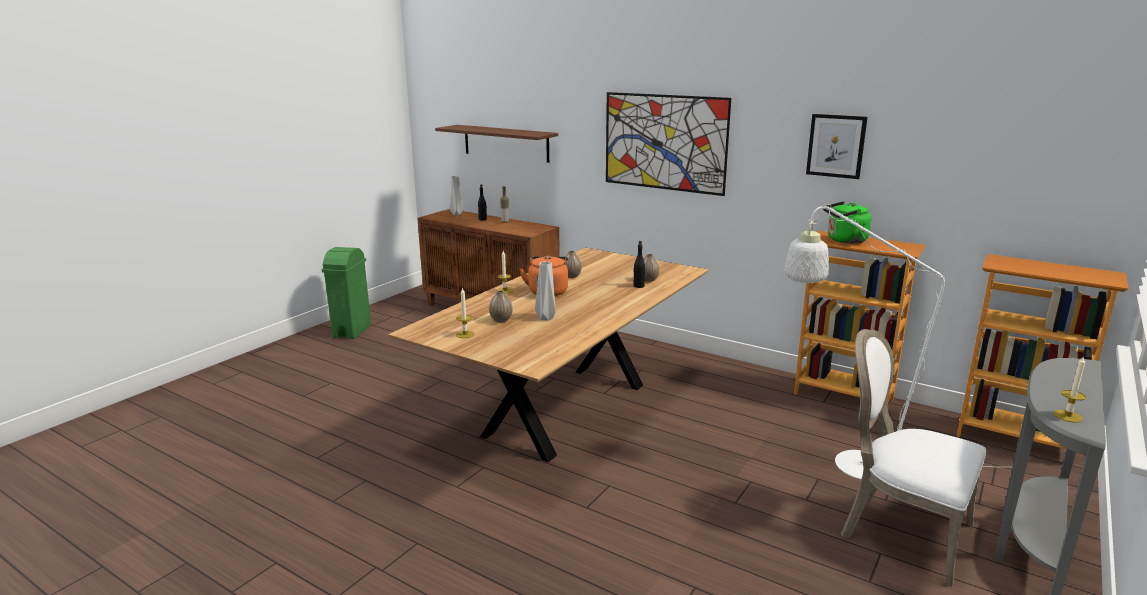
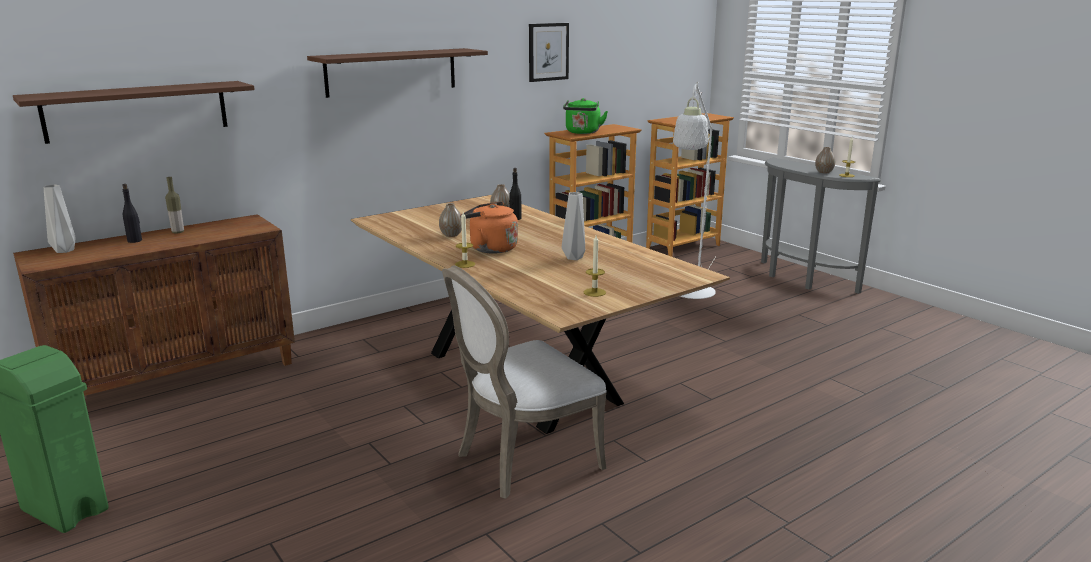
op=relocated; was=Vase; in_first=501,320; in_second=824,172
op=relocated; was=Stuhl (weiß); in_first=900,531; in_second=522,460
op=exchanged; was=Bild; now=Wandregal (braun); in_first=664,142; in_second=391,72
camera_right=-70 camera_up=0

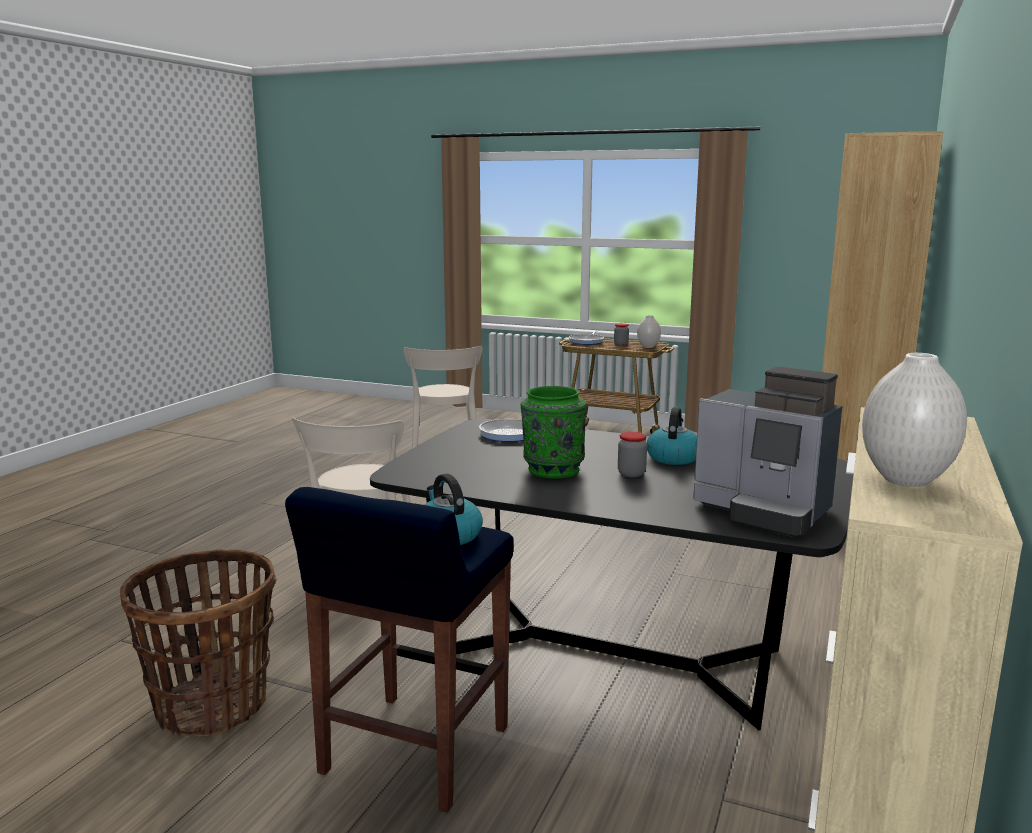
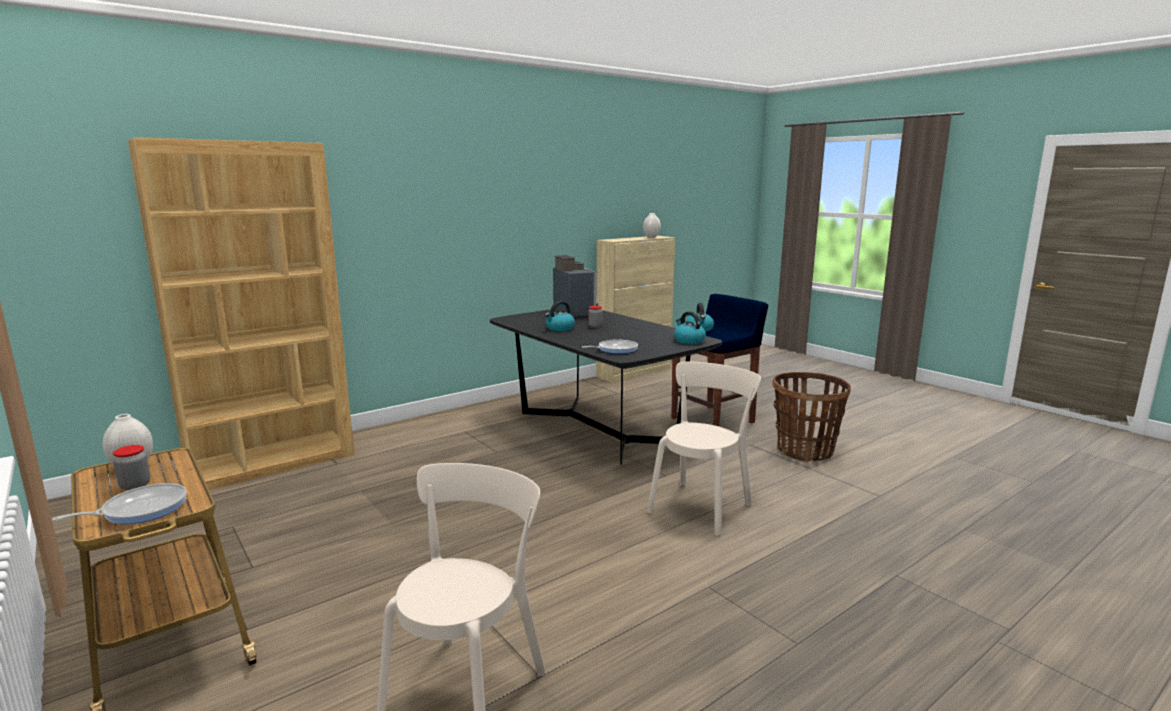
op=missing; was=Vase (grün); in_first=552,470
op=appeared; now=Wasserkessel; in_second=688,341
camera_right=-150 camera_up=0

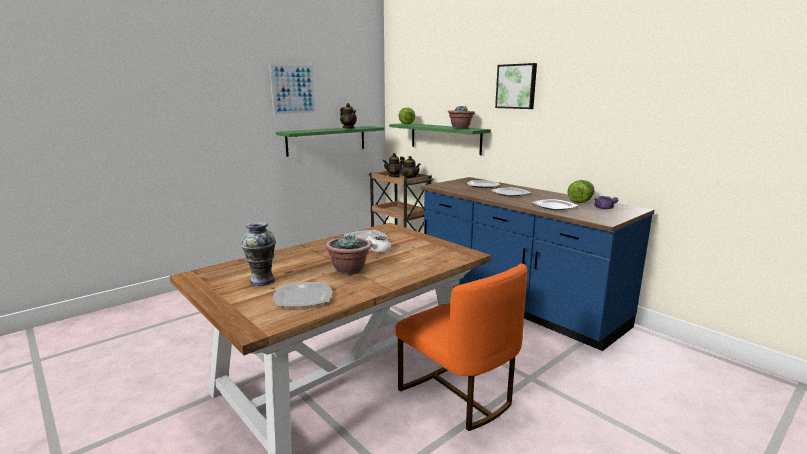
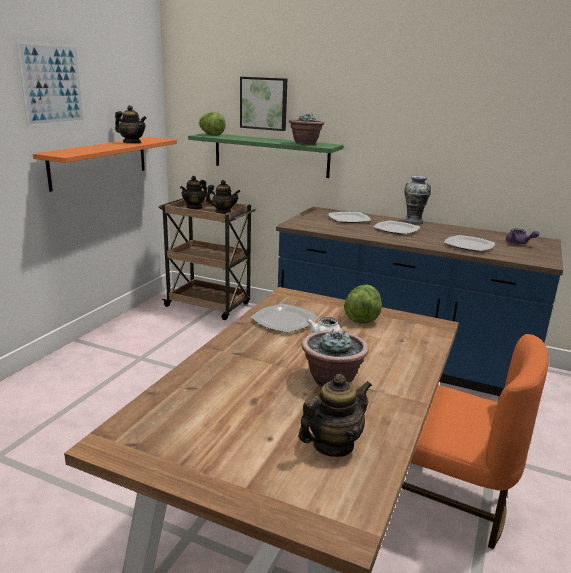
op=relocated; was=Vase; in_first=262,281; in_second=413,222
op=relocated; was=Bild; in_first=516,86; in_second=264,103
op=relocated; was=Salatkopf; in_first=581,201; in_second=362,317
op=exchanged; was=Teller; now=Teekanne; in_first=302,297; in_second=333,445
op=colour; was=Wandregal (grün); now=Wandregal (orange); in_first=326,140; in_second=99,162
camera_right=-25 camera_up=5

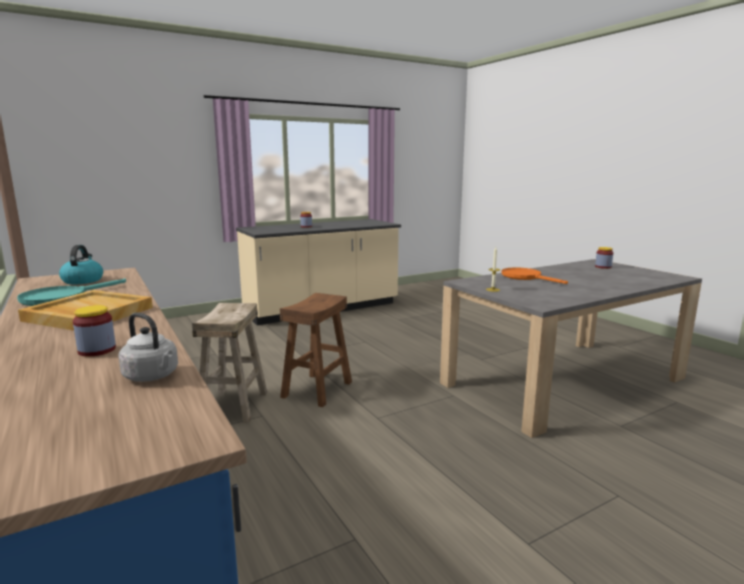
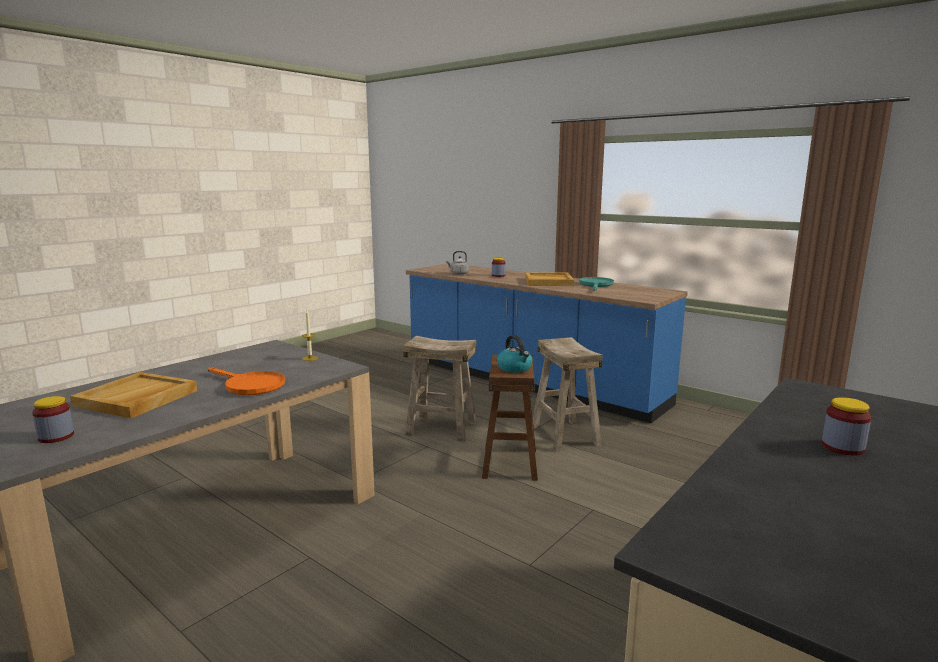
op=appeared; now=Tablett (beige); in_second=136,398
op=appeared; now=Hocker (beige); in_second=442,428
op=relocated; was=Wasserkessel; in_first=83,280; in_second=515,368
camera_right=160 camera_up=0

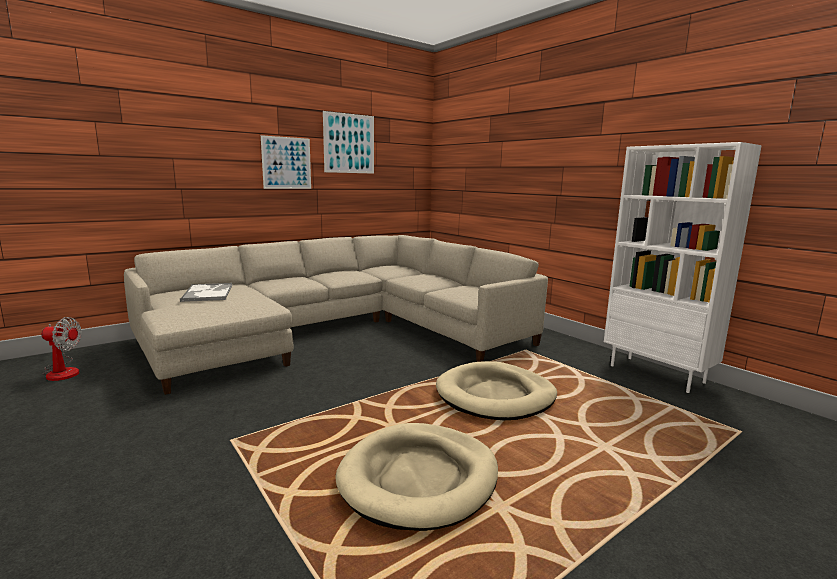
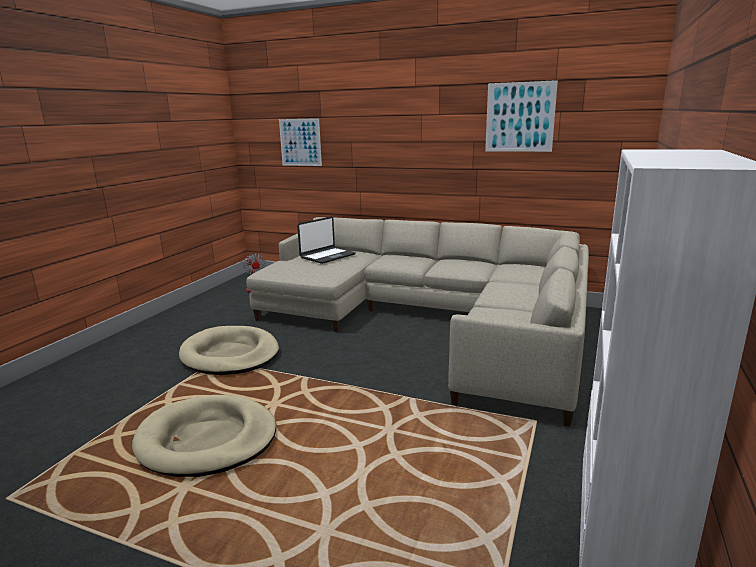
op=relocated; was=Bild; in_first=286,163; in_second=300,142
op=relocated; was=Hundebett (beige); in_first=495,395; in_second=230,355
op=exchanged; was=Tablett; now=Laptop; in_first=208,293; in_second=327,256
camera_right=60 camera_up=5

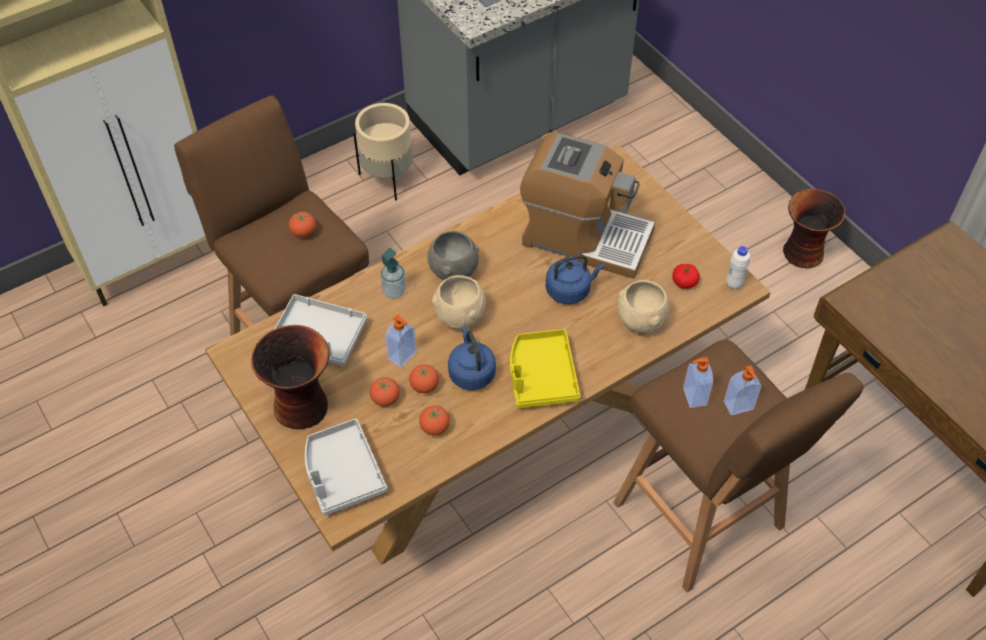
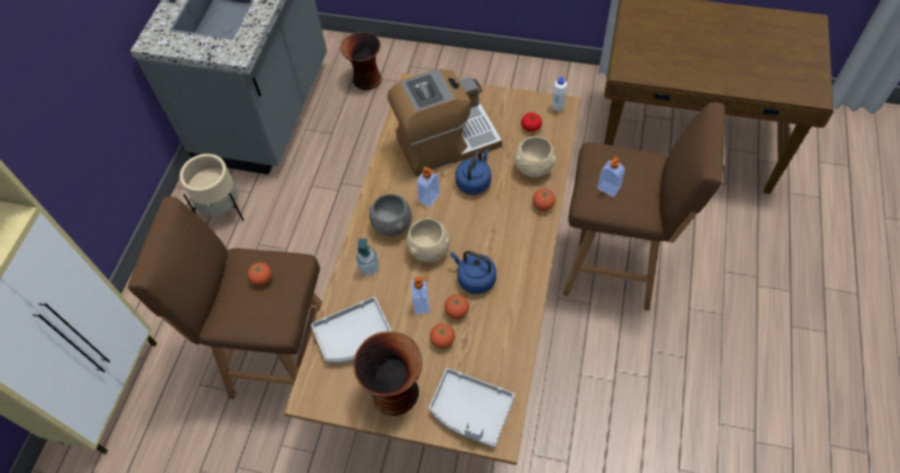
op=missing; was=Tablett (gelb); in_first=541,376
op=relocated; was=Tomate; in_first=435,427; in_second=543,205
op=relocated; was=Seifenspender; in_first=739,406; in_second=430,198
op=relocated; was=Vase; in_first=801,253; in_second=367,80
camera_right=-40 camera_up=5

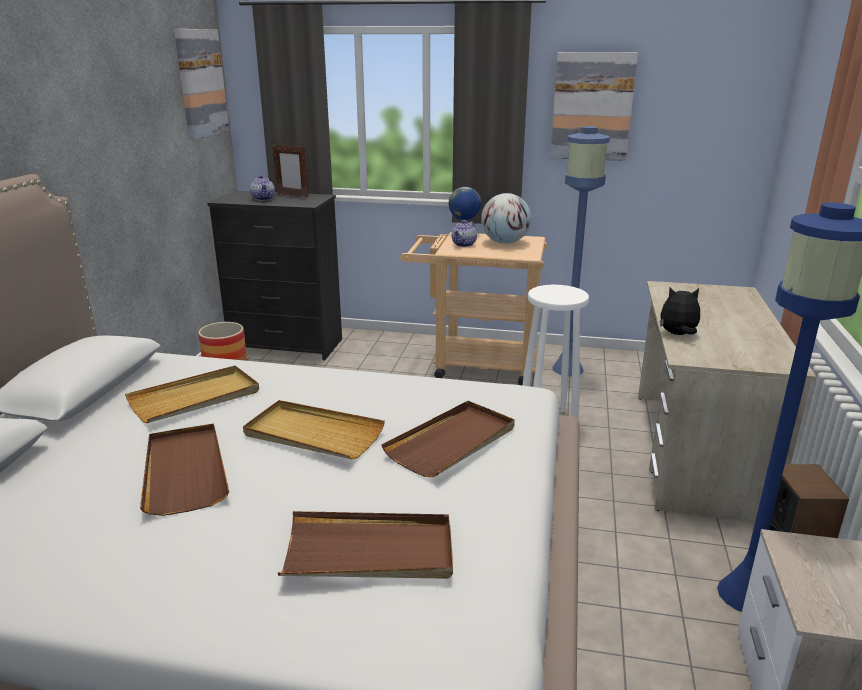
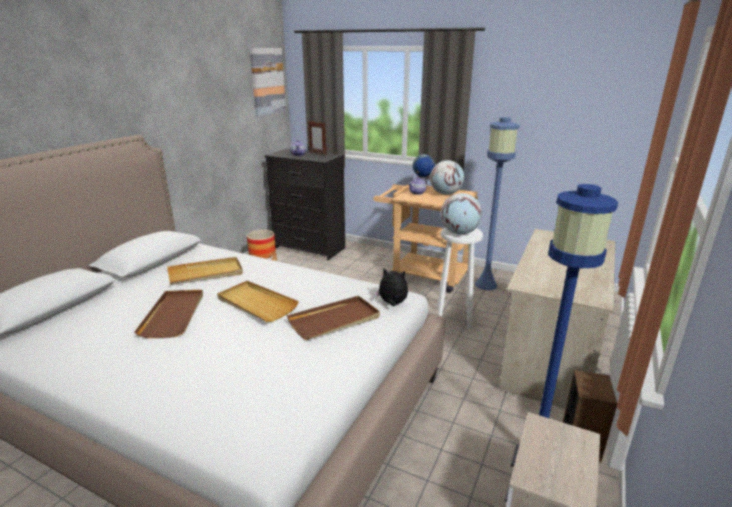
op=missing; was=Tablett (braun); in_first=369,552
op=missing; was=Bild; in_first=592,107
op=appeared; now=Globus; in_second=459,233
op=relocated; was=Plüschtier; in_first=678,334; in_second=392,304
camera_right=15 camera_up=0

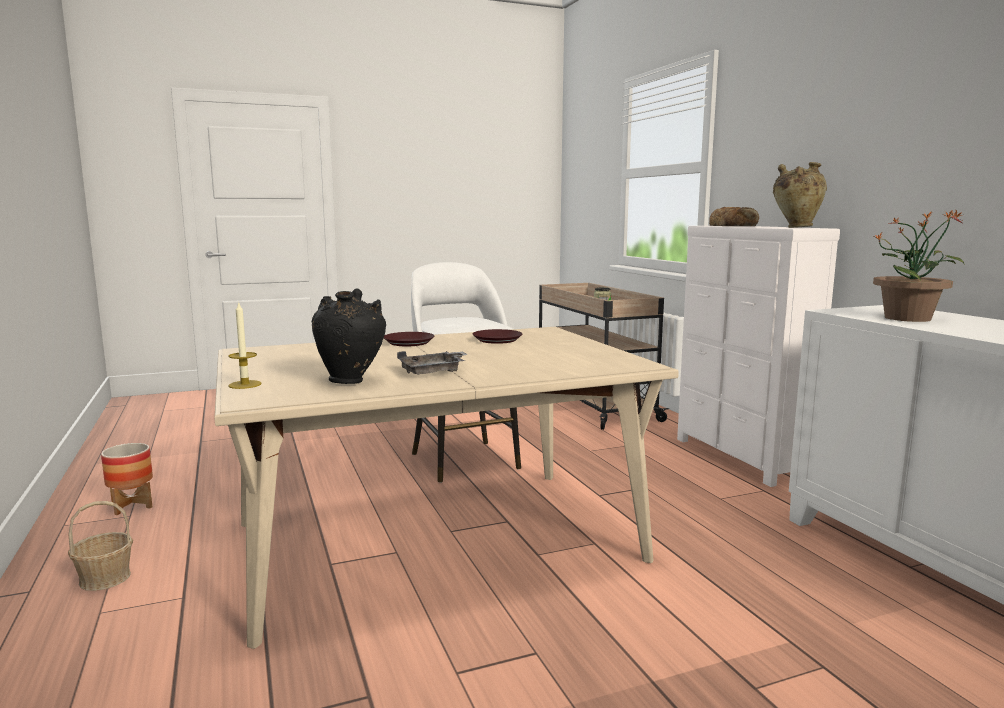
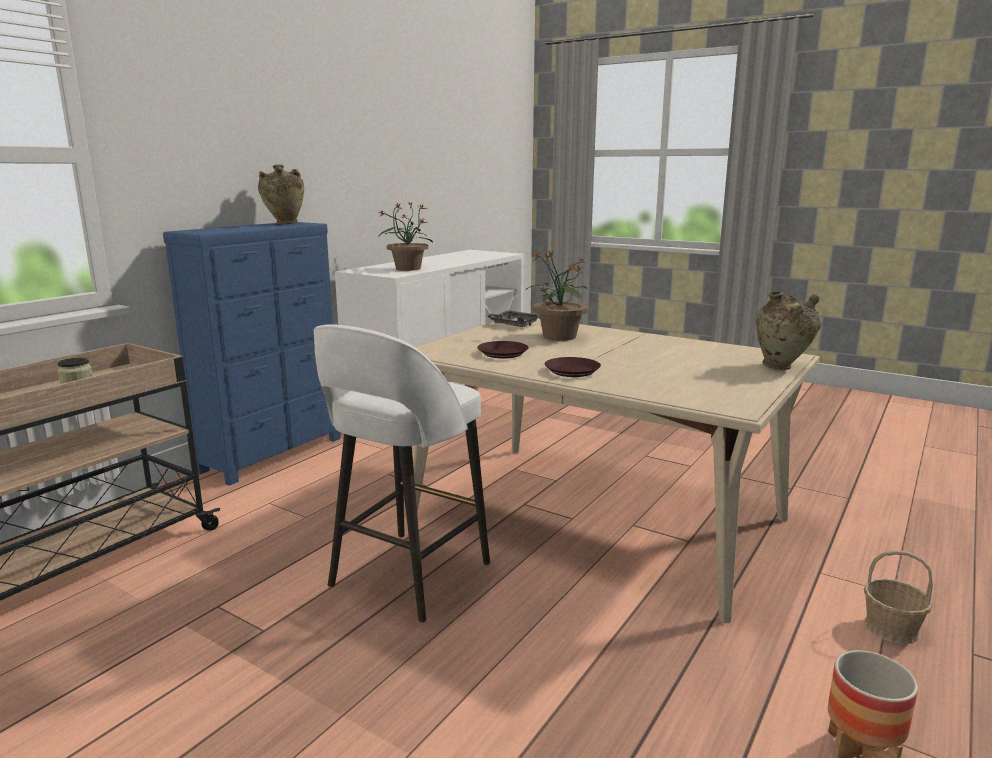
op=missing; was=Vase (schwarz); in_first=351,381
op=missing; was=Brot; in_first=733,225
op=appeared; now=Topfpflanze; in_second=559,337
op=relocated; was=Tablett (grau); in_first=434,372; in_second=513,325
op=exchanged; was=Kerze; now=Vase (beige); in_first=245,384; in_second=781,367
op=colour; was=Kommode (weiß); now=Kommode (blau); in_first=739,458; in_second=274,454
camera_right=-125 camera_up=5

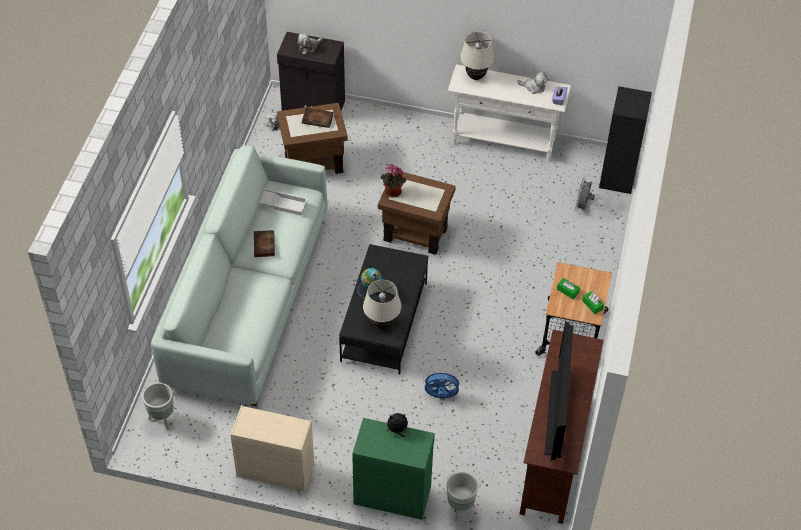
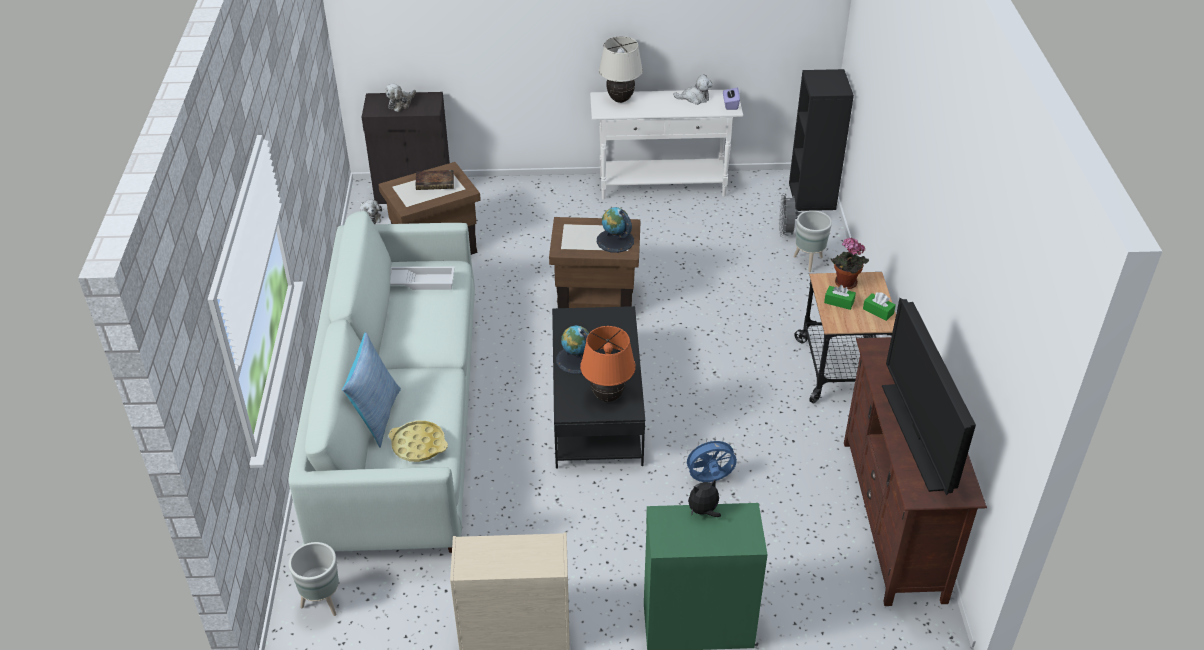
op=missing; was=Buch; in_first=263,244
op=appeared; now=Kissen; in_second=376,416
op=appeared; now=Tablett (gelb); in_second=418,445
op=appeared; now=Globus; in_second=615,241
op=relocated; was=Topfpflanze; in_first=392,193; in_second=844,284
op=relocated; was=Pflanzkübel (grau); in_first=460,508; in_second=808,261
op=colour; was=Tischlampe (beige); now=Tischlampe (orange); in_first=382,324; in_second=607,397
camera_right=-15 camera_up=-10

